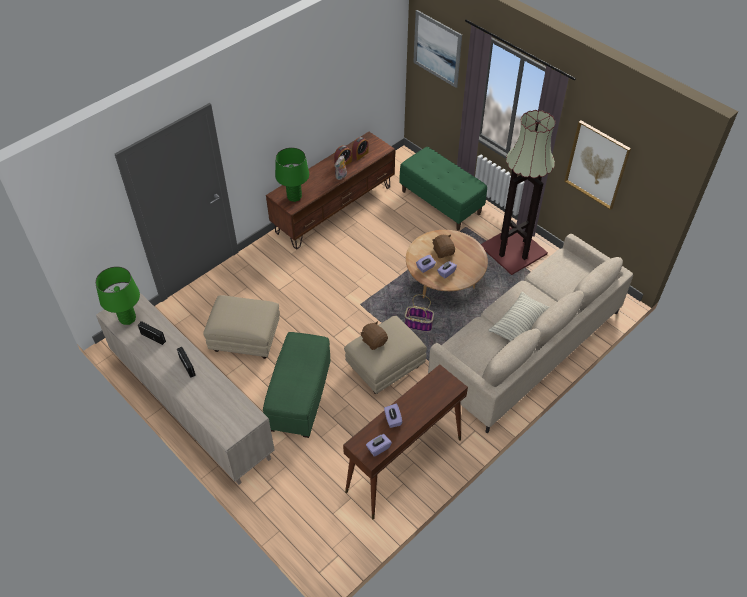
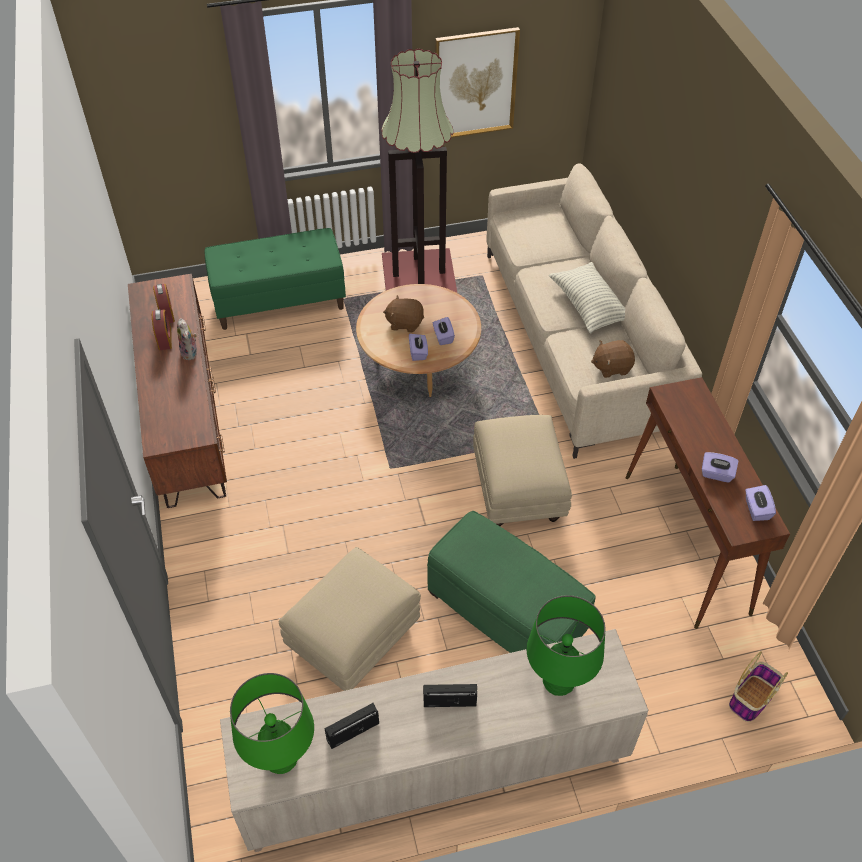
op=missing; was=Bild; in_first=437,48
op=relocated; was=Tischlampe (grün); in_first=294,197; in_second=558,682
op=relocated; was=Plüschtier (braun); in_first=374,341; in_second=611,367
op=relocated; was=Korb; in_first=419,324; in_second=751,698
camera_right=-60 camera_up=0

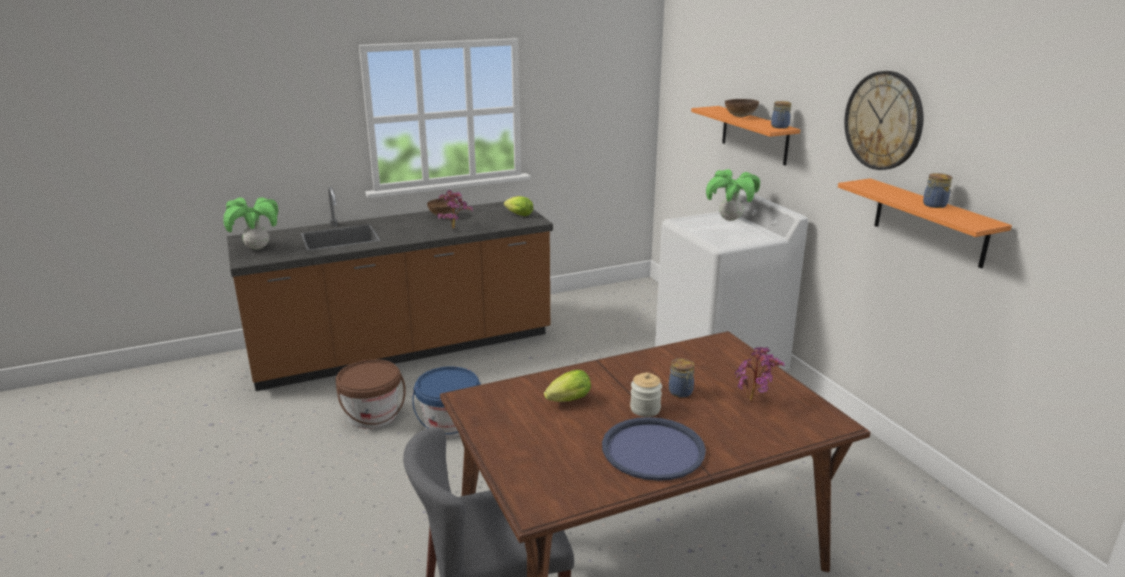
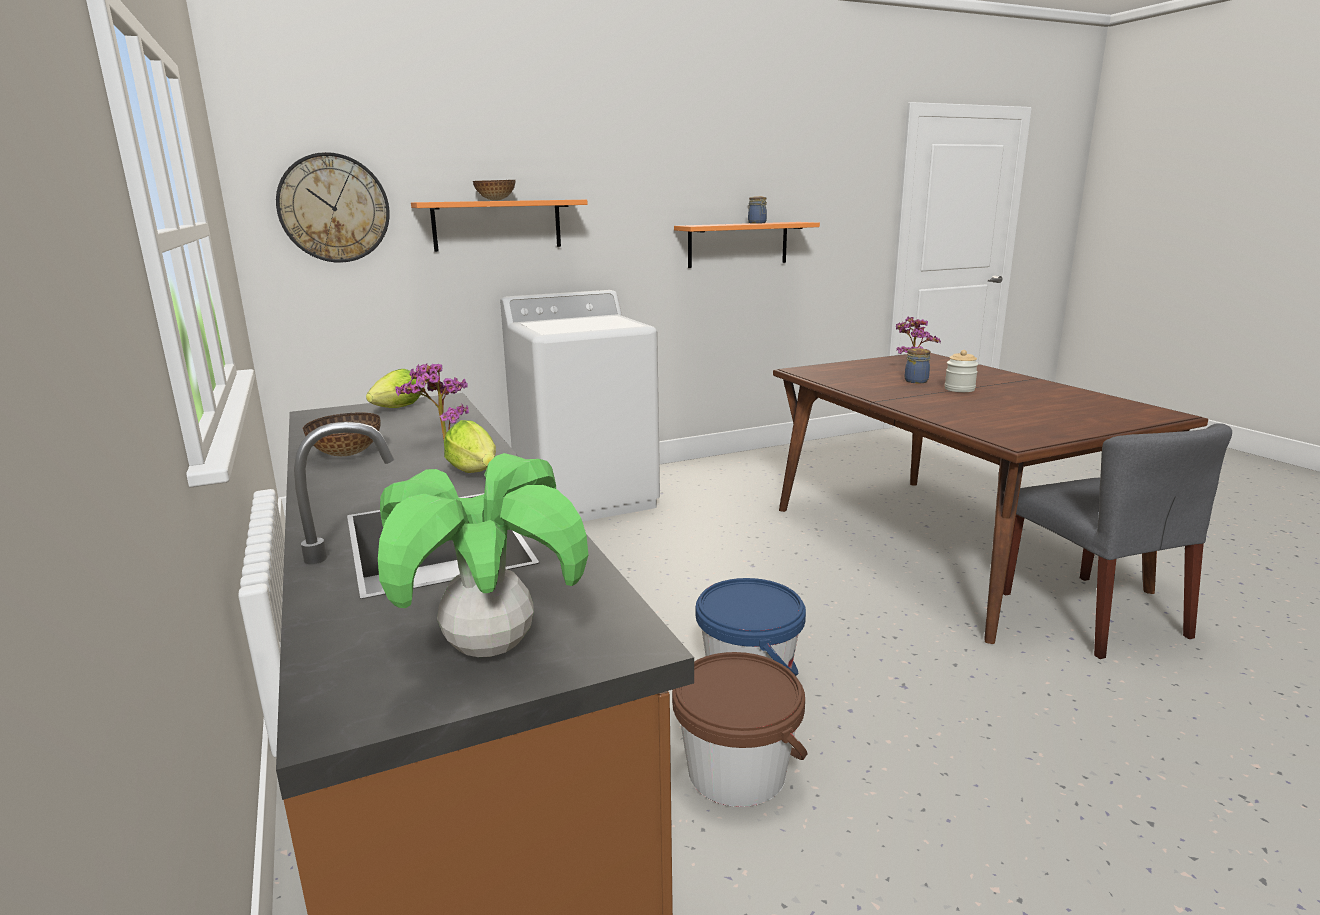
op=missing; was=Tablett (blau); in_first=652,449
op=missing; was=Topfpflanze; in_first=729,219
op=missing; was=Vorratsglas; in_first=780,127
op=relocated; was=Salatkopf; in_first=566,401; in_second=476,473
op=relocated; was=Wanduhr; in_first=883,120; in_second=334,208
camera_right=-90 camera_up=-5

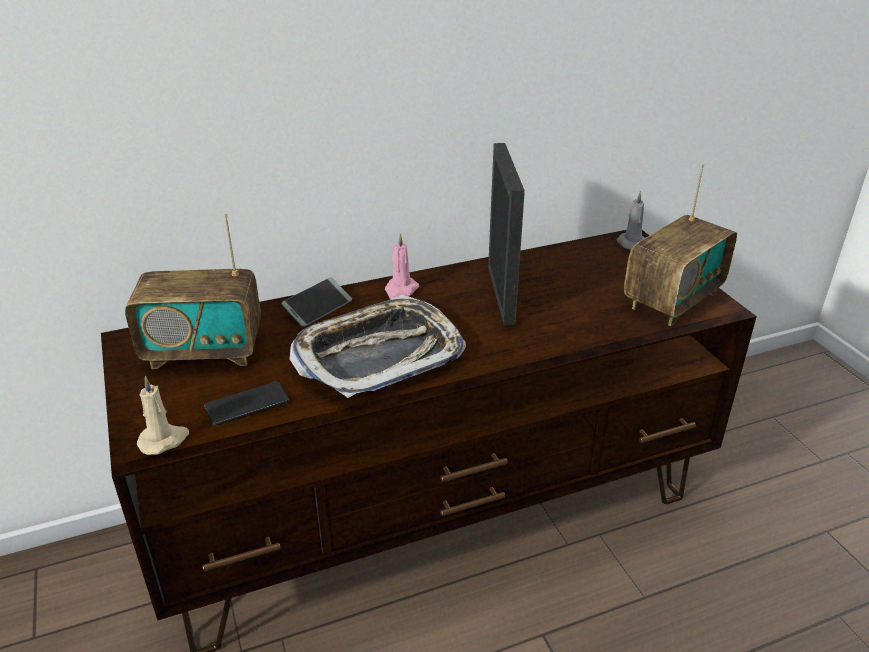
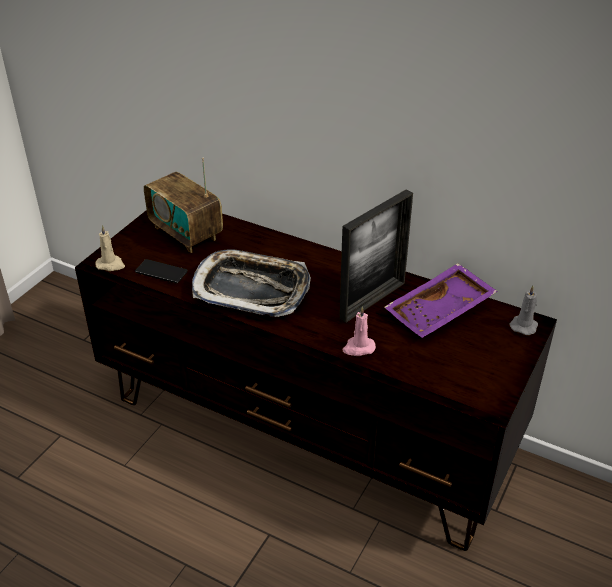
op=missing; was=Handy; in_first=318,308
op=missing; was=Radio; in_first=672,300
op=appeared; now=Tablett (lila); in_second=440,312
op=relocated; was=Kerze (rosa); in_first=401,290; in_second=358,348
camera_right=50 camera_up=5

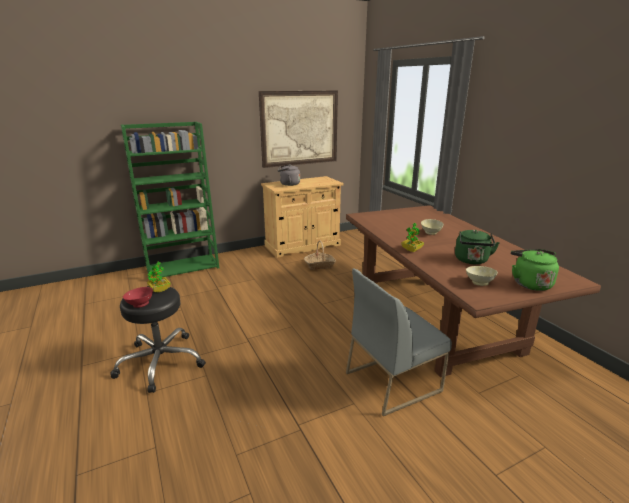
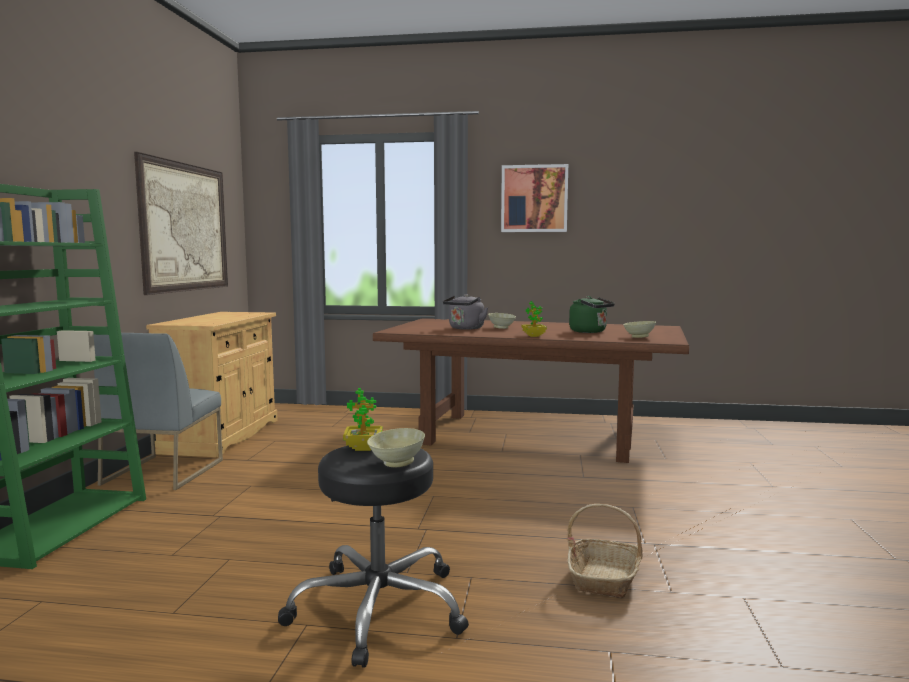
op=missing; was=Wasserkessel (grün); in_first=530,283
op=appeared; now=Bild; in_second=534,198
op=relocated; was=Wasserkessel (grau); in_first=288,184; in_second=465,328
op=relocated; was=Korb; in_first=319,265; in_second=604,577
op=relocated; was=Stuhl (grau); in_first=393,381; in_second=163,472
op=colour; was=Schüssel (rot); now=Schüssel (beige); in_first=140,304; in_second=396,463
camera_right=-55 camera_up=-15

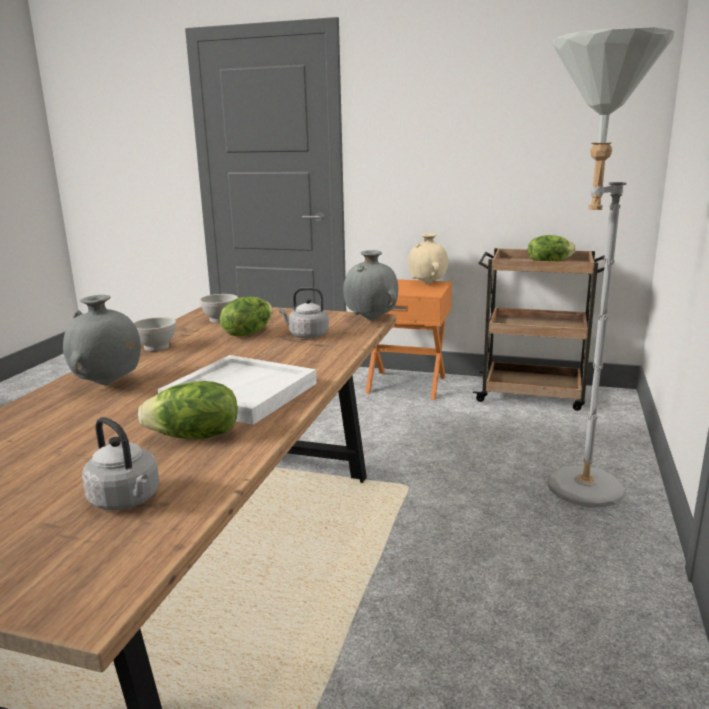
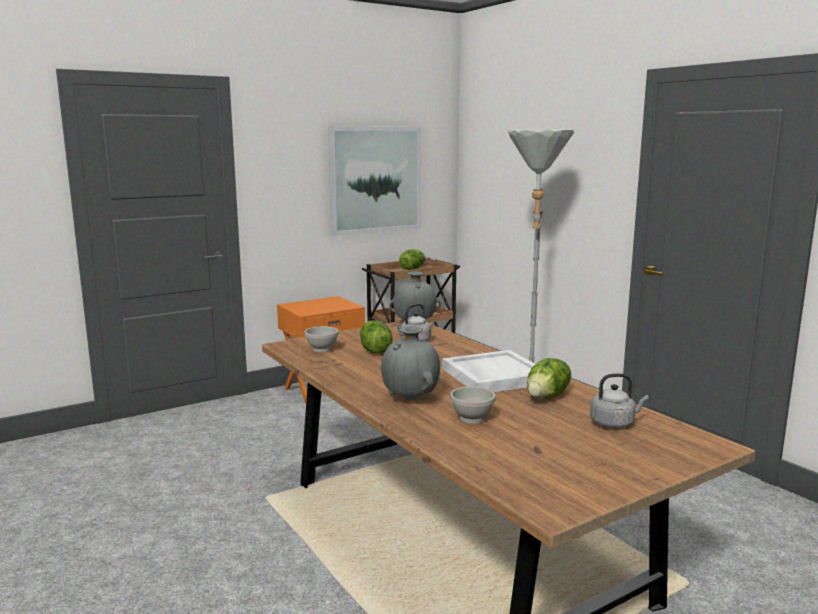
op=missing; was=Vase (beige); in_first=427,284
op=appeared; now=Bild; in_second=375,179
op=relocated; was=Schüssel (weiß); in_first=156,347; in_second=472,419
camera_right=-50 camera_up=-5

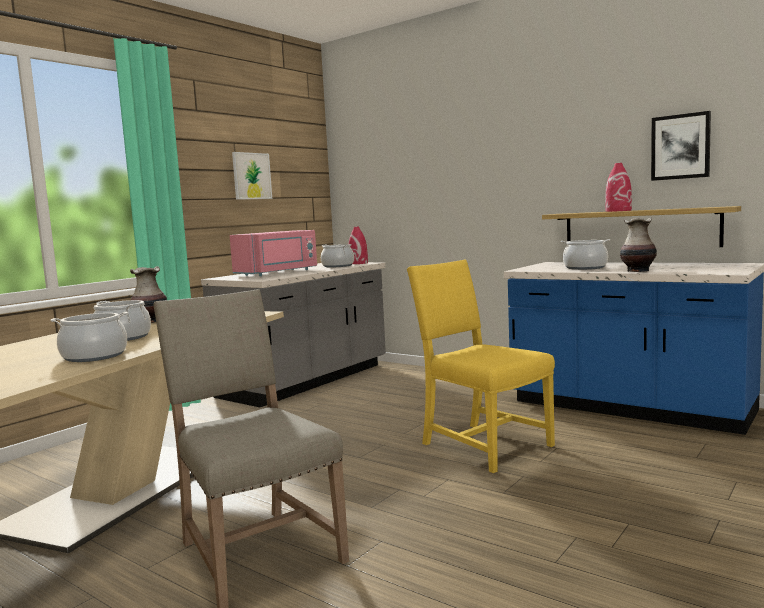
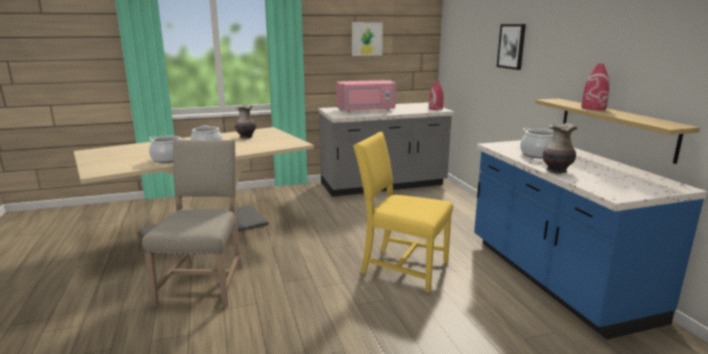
op=missing; was=Kochtopf; in_first=337,266
op=relocated; was=Bild; in_first=680,147; in_second=511,46
op=spun; was=Stuhl (gelb); in_first=481,444; in_second=401,267; clockwise=-60
camera_right=35 camera_up=10

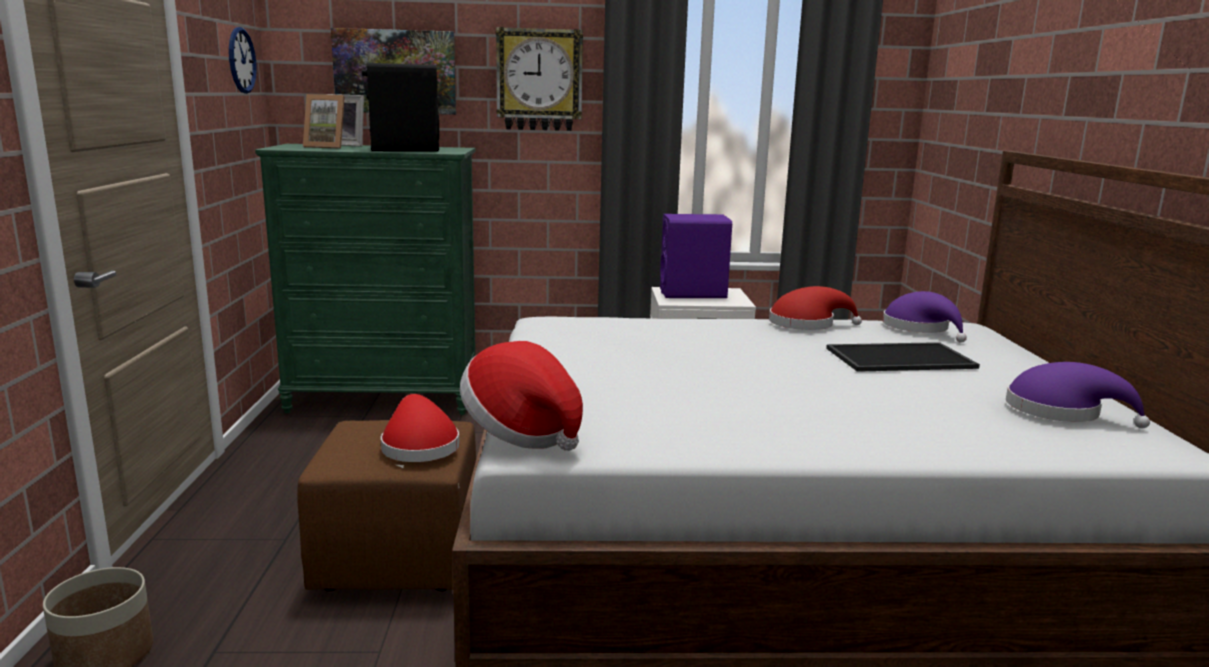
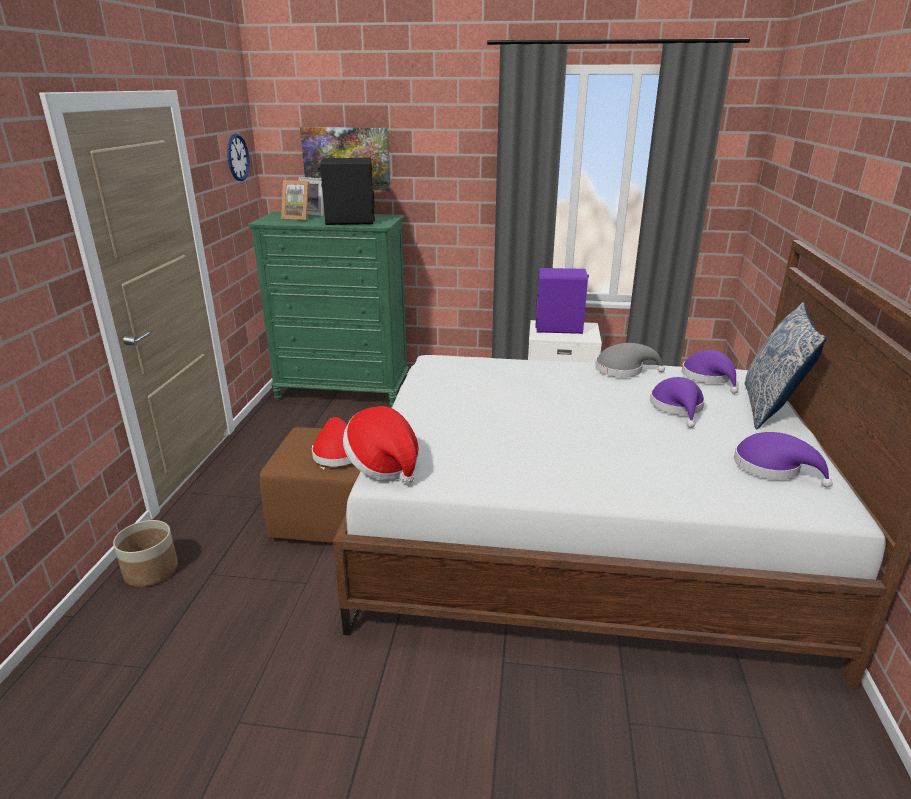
op=missing; was=Wanduhr; in_first=539,80
op=appeared; now=Kissen; in_second=770,408
op=exchanged; was=Tablett; now=Hut (lila); in_first=900,357; in_second=677,407
op=colour; was=Hut (rot); now=Hut (grau); in_first=806,324; in_second=623,370
camera_right=10 camera_up=10

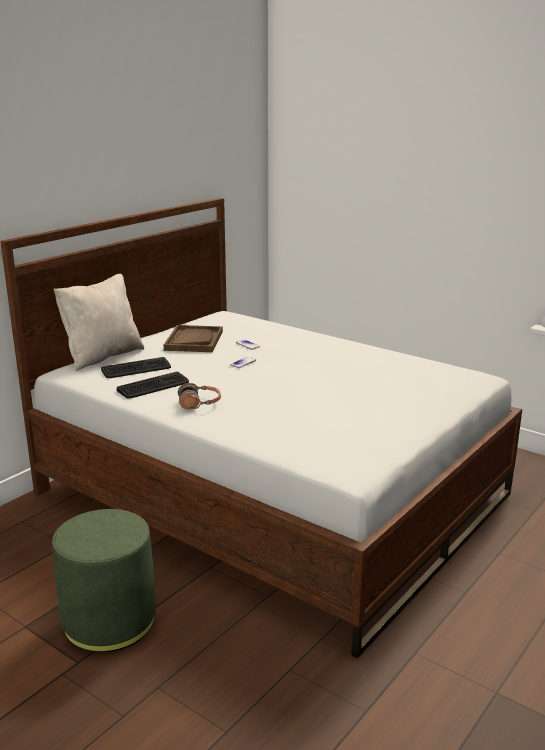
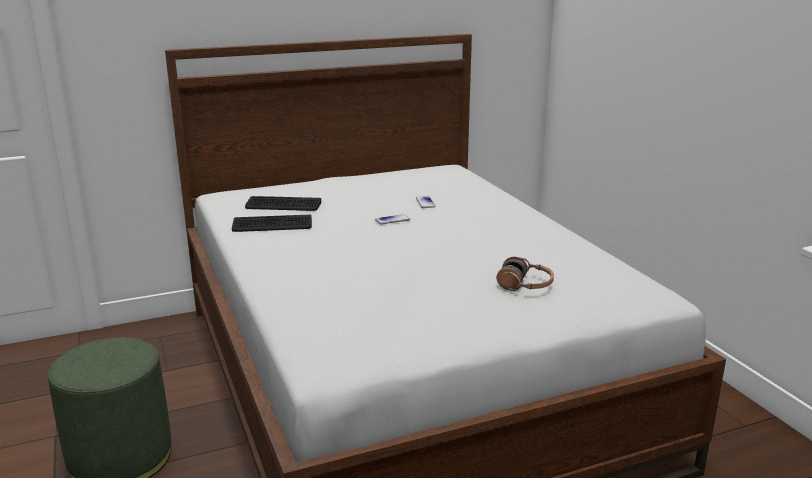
op=missing; was=Kissen (beige); in_first=102,356
op=missing; was=Tablett (braun); in_first=194,341
op=relocated; was=Kopfhörer; in_first=199,403; in_second=525,286
camera_right=30 camera_up=0

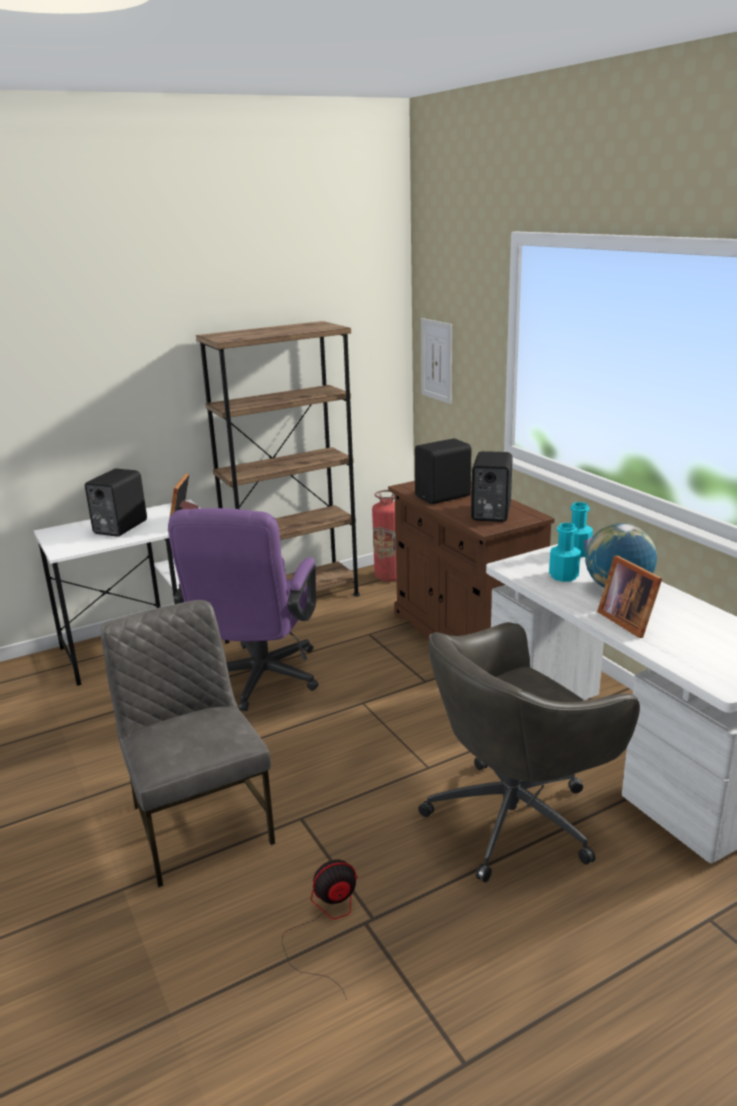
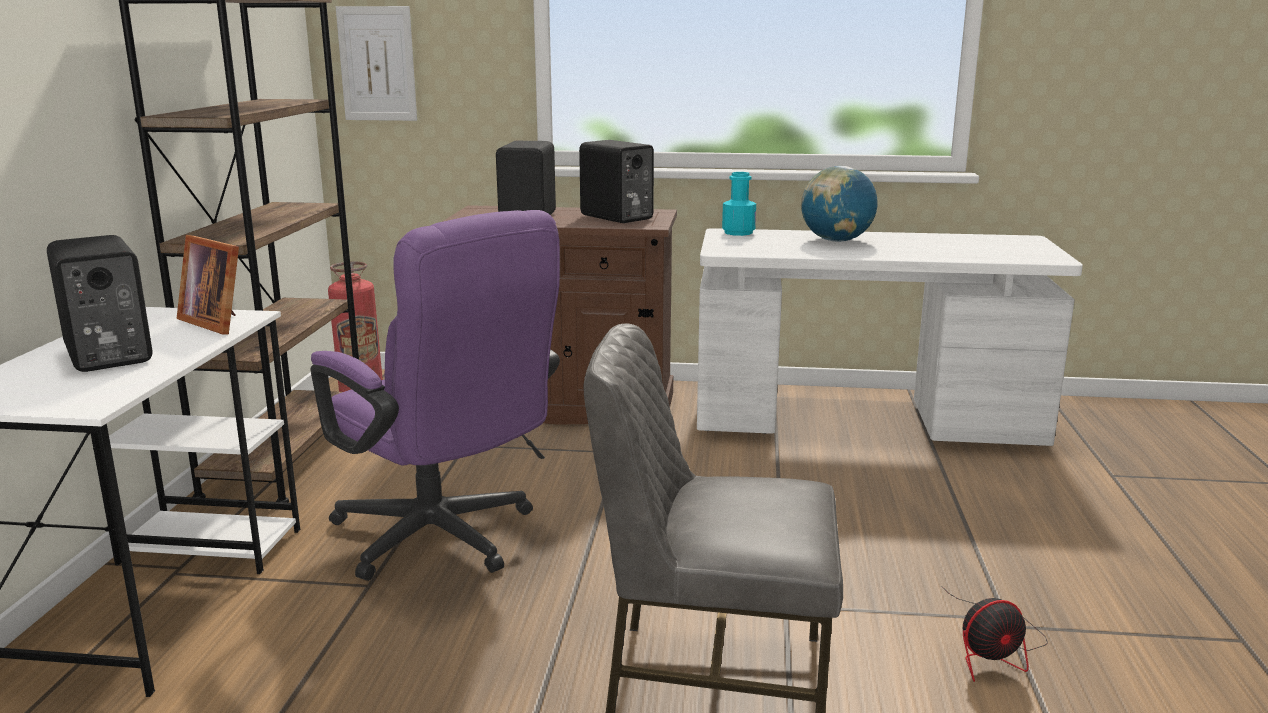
op=missing; was=Bürostuhl (grau); in_first=516,817
op=missing; was=Flasche (türkis); in_first=563,576
op=missing; was=Bilderrahmen; in_first=627,621
op=spun; was=Ventilator; in_first=326,923; in_second=994,650; clockwise=-120
camera_right=-55 camera_up=-5

